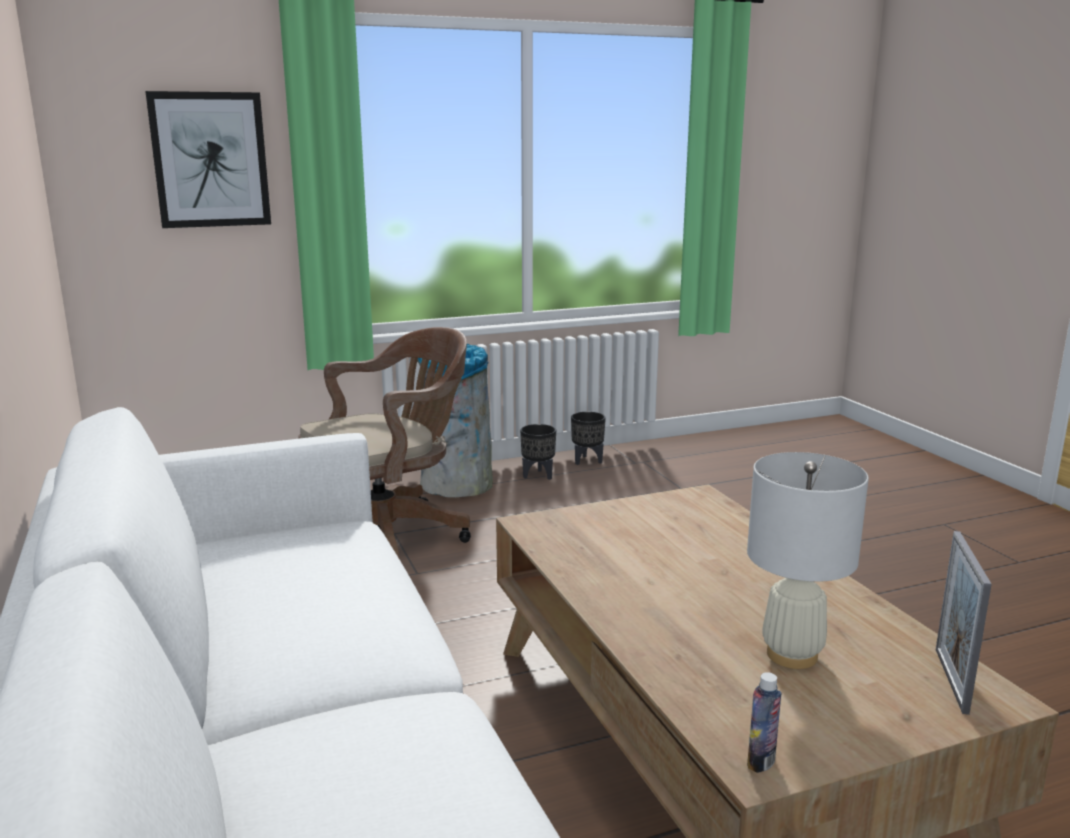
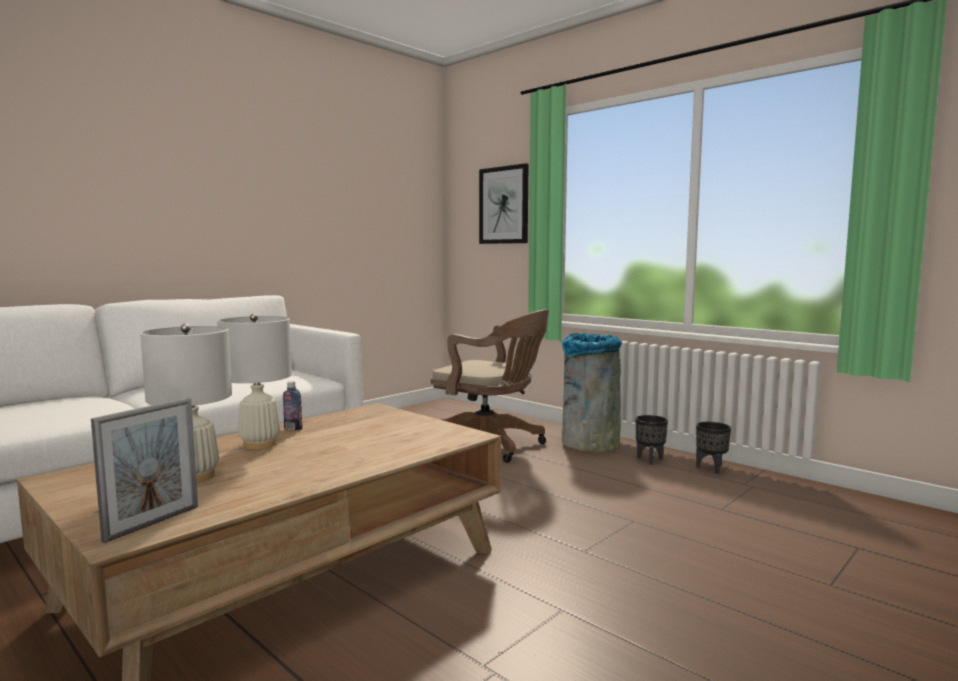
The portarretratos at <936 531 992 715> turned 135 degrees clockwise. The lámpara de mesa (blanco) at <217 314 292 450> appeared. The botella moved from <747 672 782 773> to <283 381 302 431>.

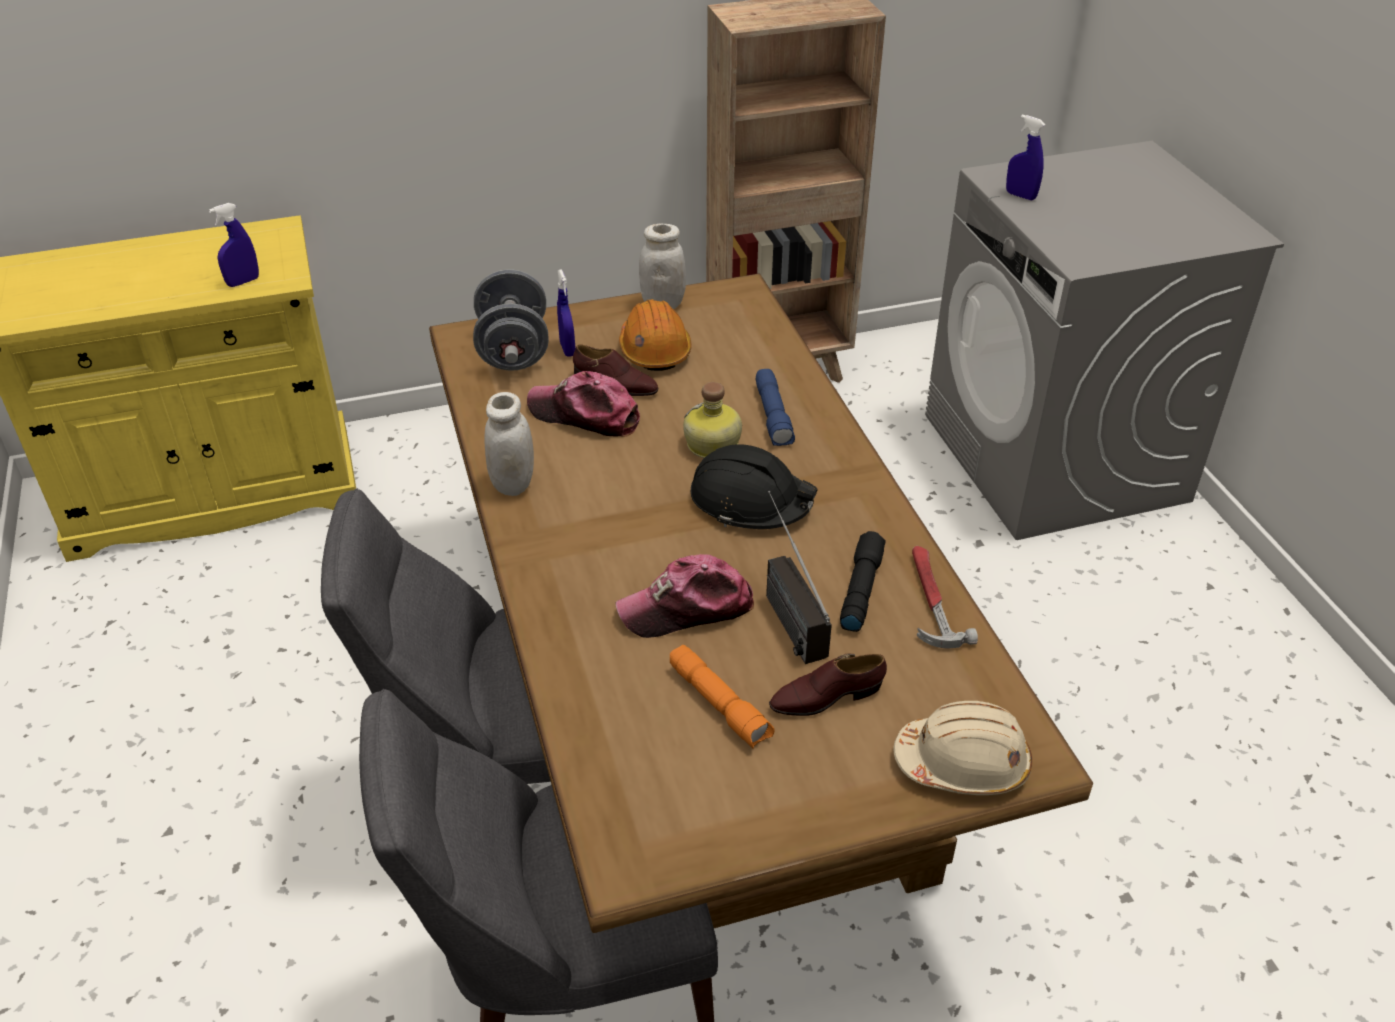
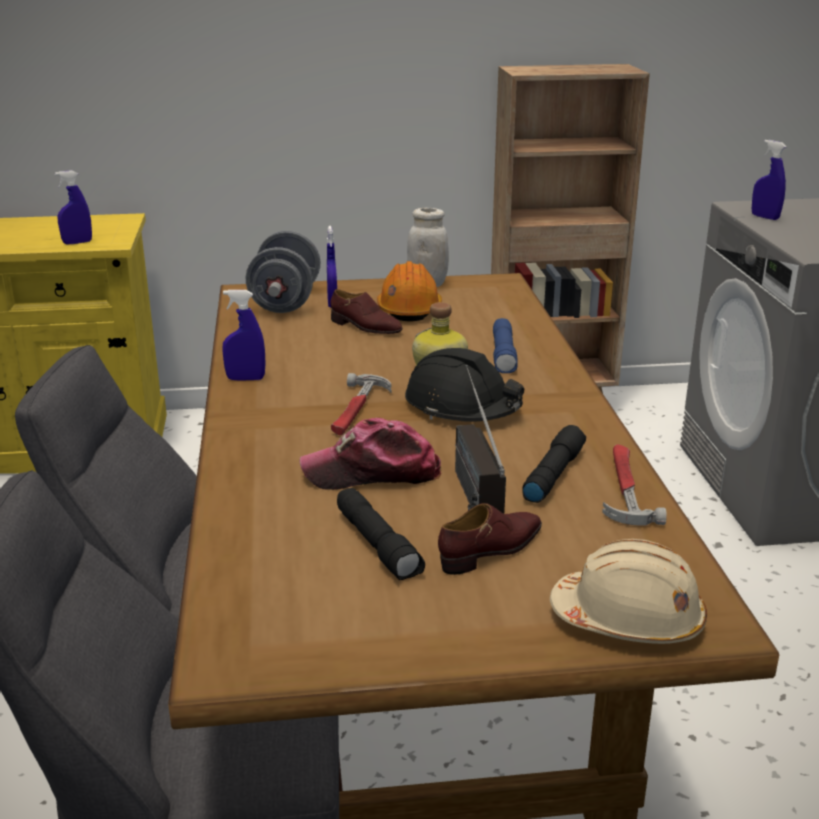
The tarro (blanco) at <484 392 534 496> was replaced by the pulverizador (azul) at <222 290 266 381>. The martillo at <331 373 391 435> appeared. The linterna (naranja) at <670 645 775 748> became the linterna (negro) at <337 488 425 580>. The zapato (marrón) at <769 653 887 716> turned 150 degrees clockwise. The gorra at <527 371 640 436> disappeared.

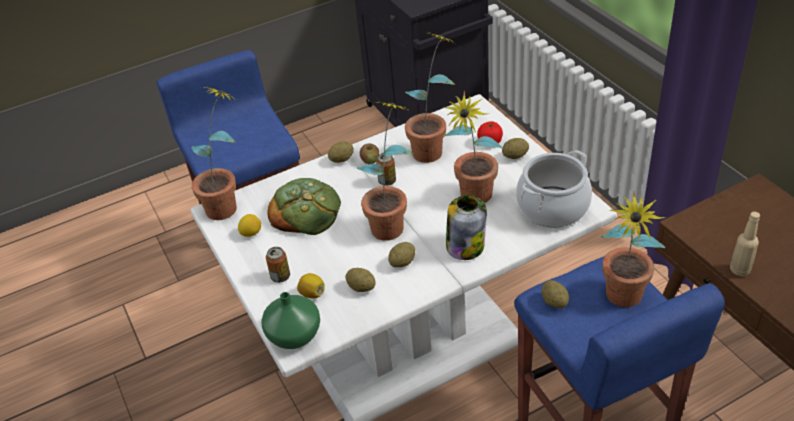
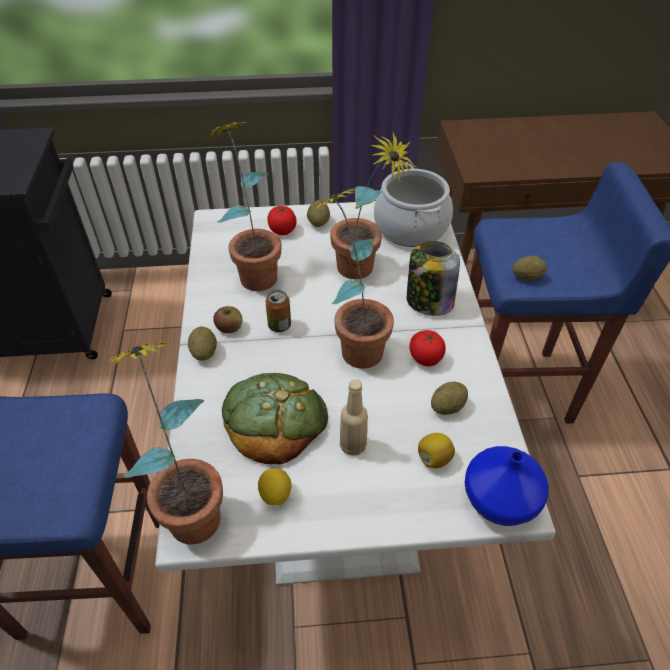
The botella (beis) moved from <730 212 760 276> to <340 380 368 456>. The patata at <388 242 415 267> was replaced by the tomate at <410 330 446 366>. The florero (verde) at <261 292 320 349> became the florero (azul) at <464 446 549 526>. The lata at <266 247 290 283> disappeared. The planta en maceta at <601 191 666 307> disappeared.

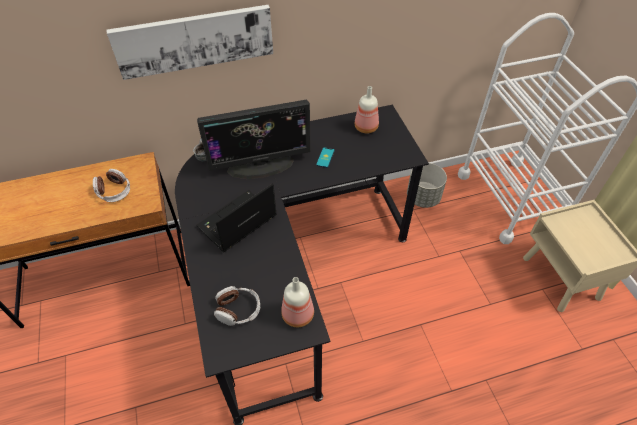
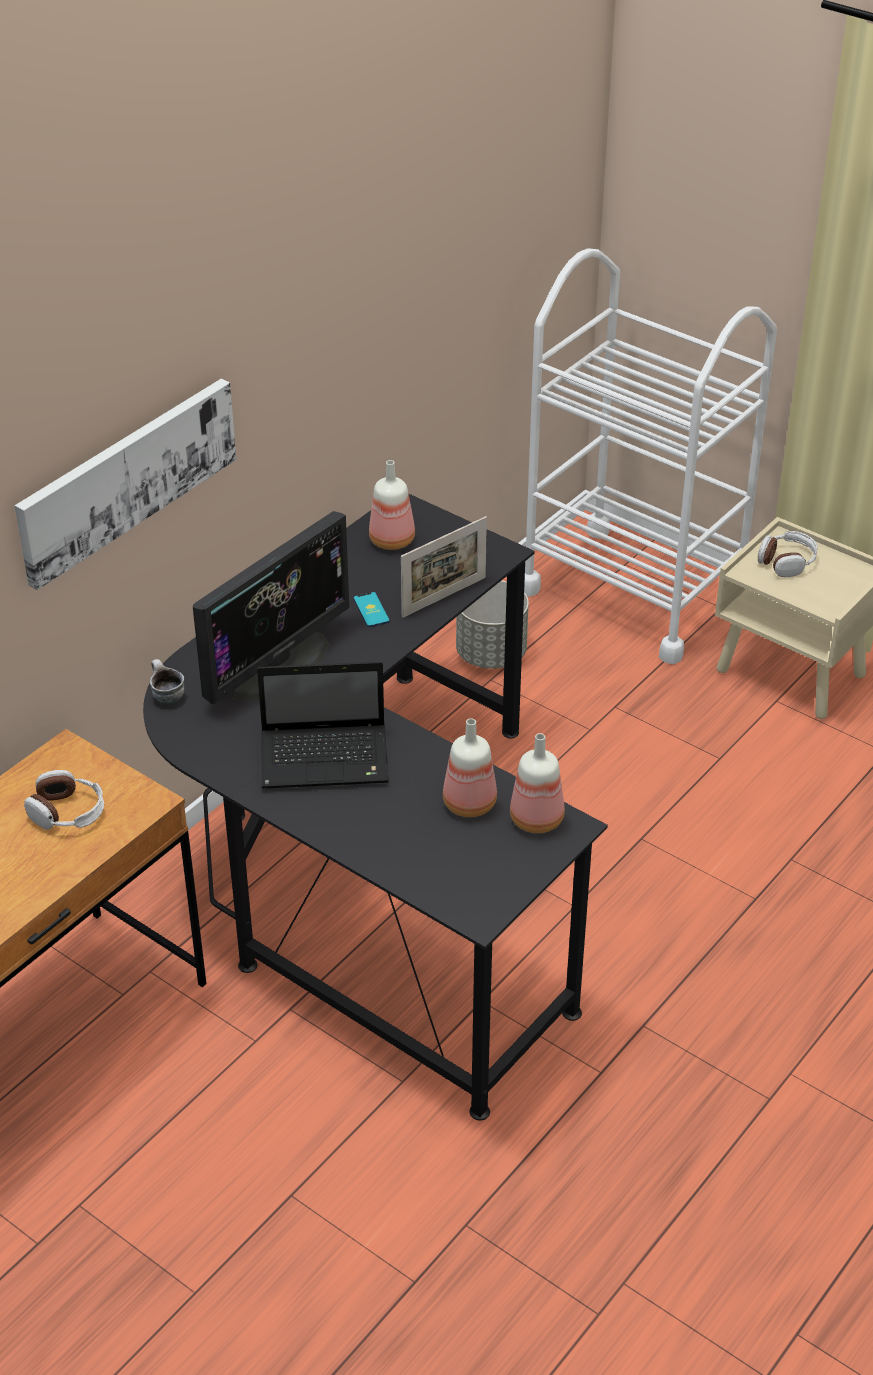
The portátil at <196 184 277 252> turned 105 degrees counterclockwise. The portarretratos at <401 516 487 618> appeared. The botella at <443 718 497 817> appeared. The auriculares moved from <214 286 260 326> to <758 531 818 577>.

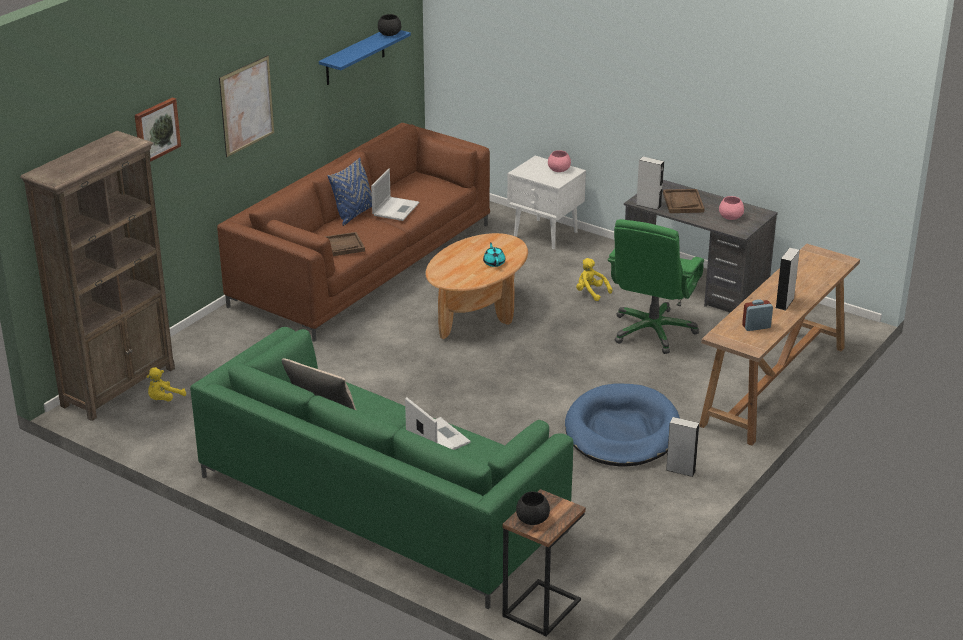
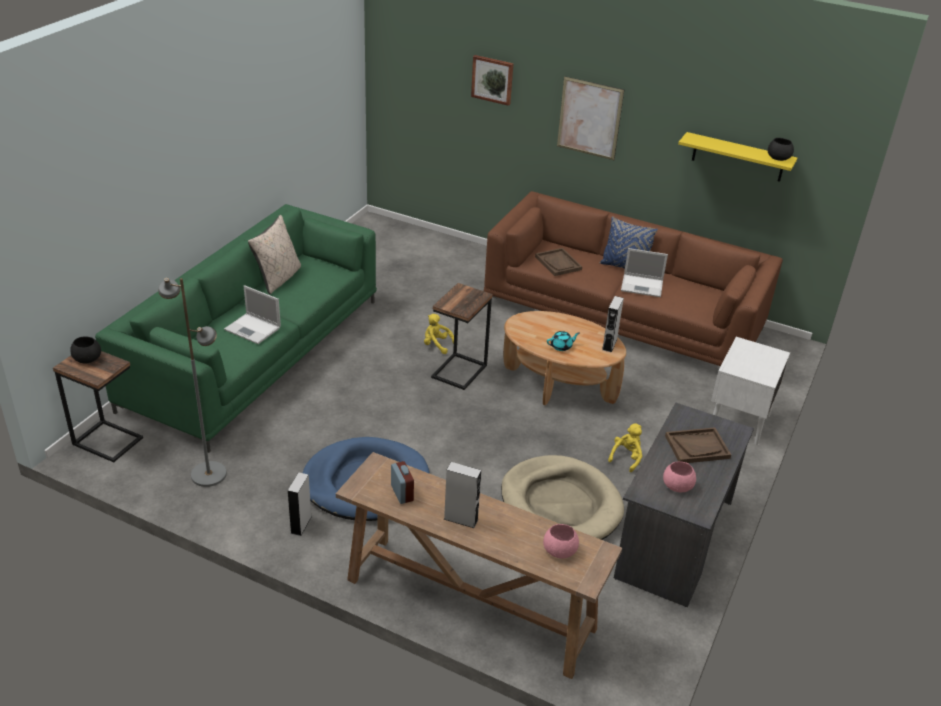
The lámpara de pie (gris) at <158 278 227 487> appeared. The portátil at <405 398 471 450> turned 75 degrees clockwise. The peluche (amarillo) moved from <147 367 186 402> to <424 314 454 354>. The mesa auxiliar at <431 283 493 390> appeared. The silla de oficina (verde) at <608 219 704 354> was replaced by the cama para perro (beis) at <501 455 624 540>. The cuenco (rosa) moved from <548 150 571 172> to <543 524 579 558>. The altavoz (gris) moved from <636 157 664 210> to <602 296 624 352>. The estante (azul) at <319 30 411 85> became the estante (amarillo) at <678 132 797 182>. The estantería (marrón) at <20 131 175 421> disappeared.

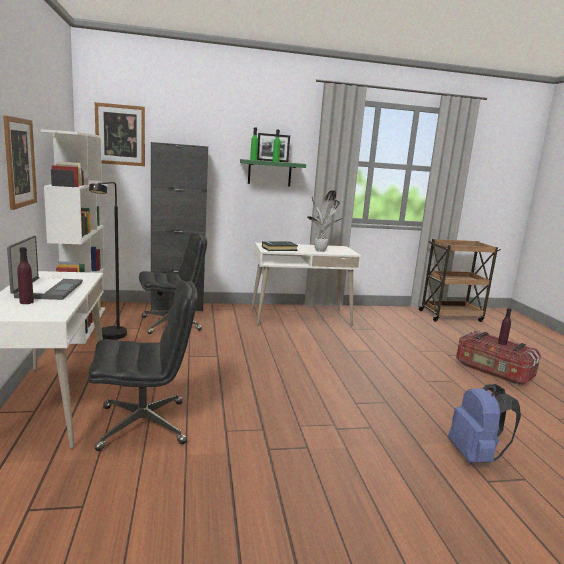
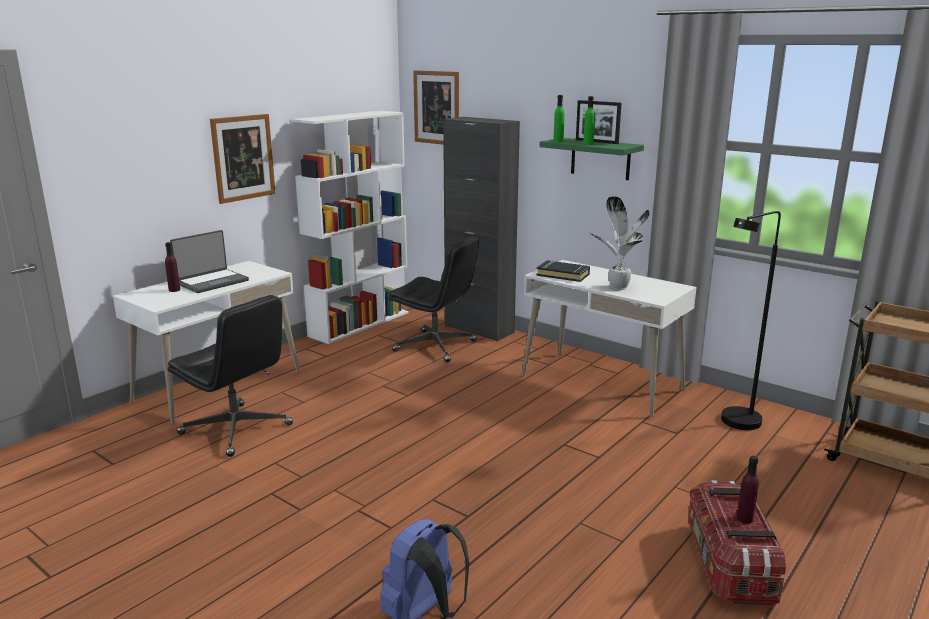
The lámpara de pie (negro) moved from <89 182 127 340> to <721 211 781 430>.

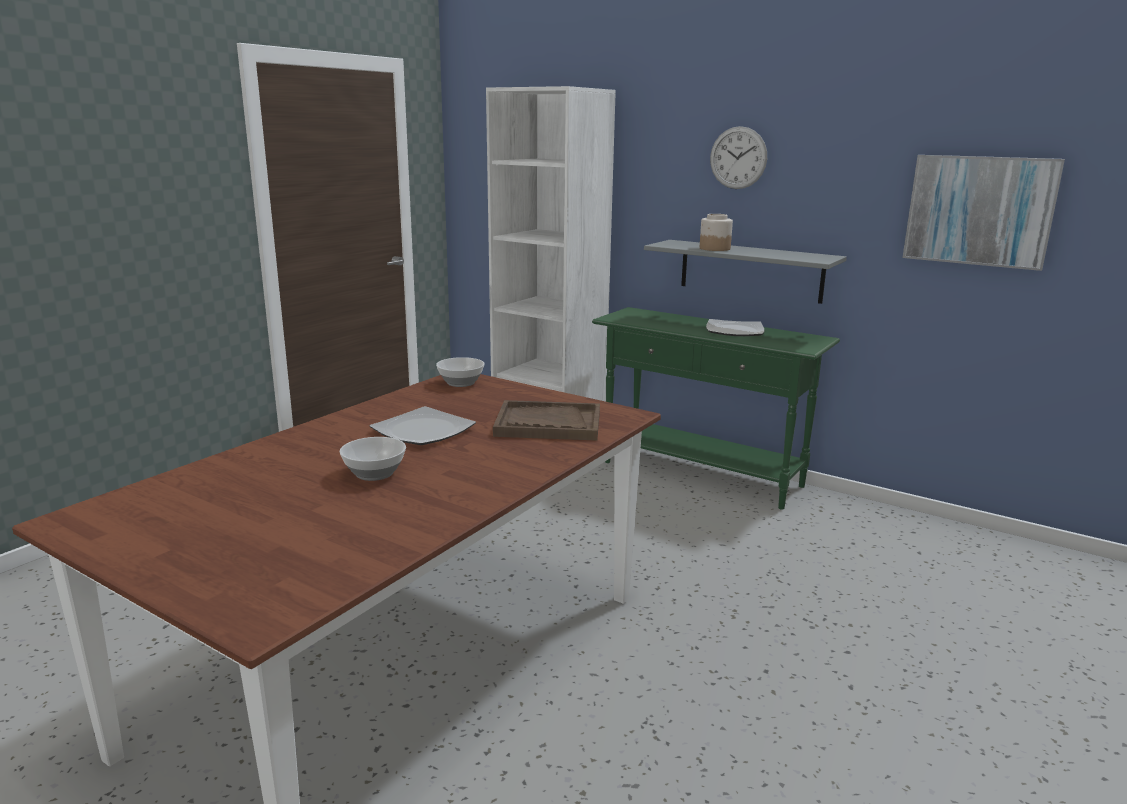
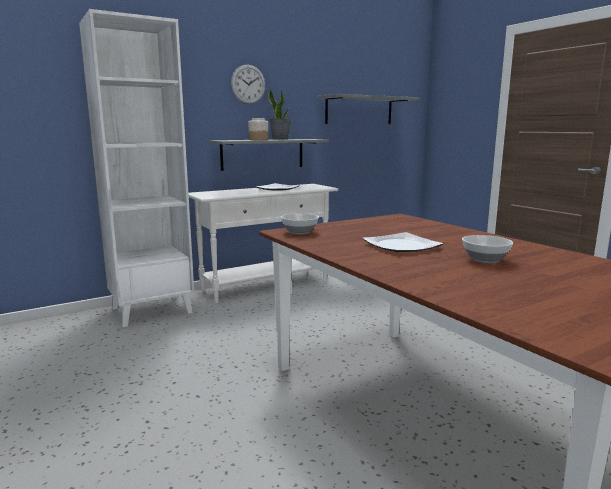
The mesa consola (verde) at <592 307 840 510> became the mesa consola (blanco) at <188 184 338 303>. The planta en maceta at <268 89 291 140> appeared. The cuadro at <903 155 1065 271> was replaced by the estante (gris) at <317 94 419 124>. The bandeja (marrón) at <493 400 600 441> disappeared.

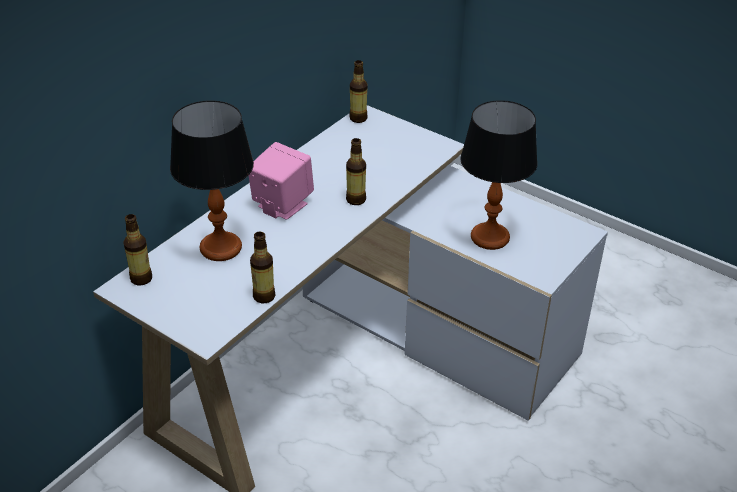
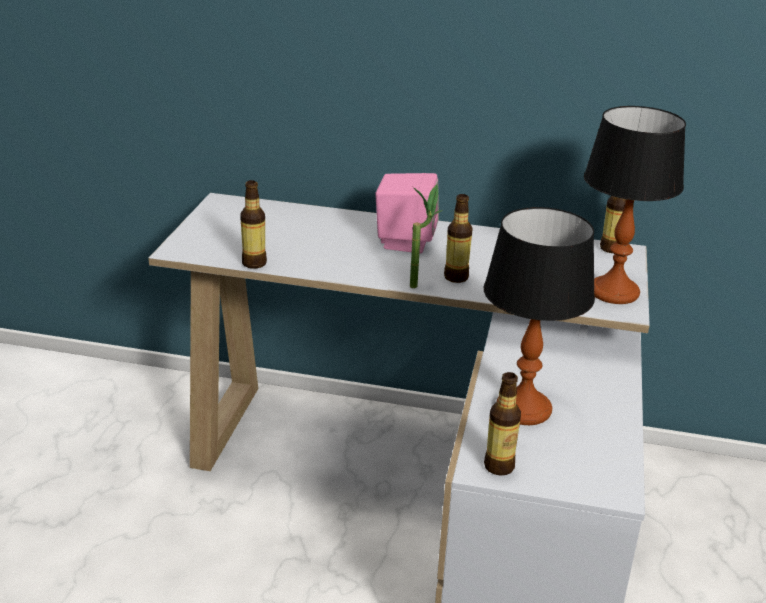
The planta en maceta at <410 184 443 288> appeared. The botella moved from <123 214 152 285> to <484 372 521 476>. The lámpara de mesa moved from <170 100 254 261> to <584 106 686 304>.

